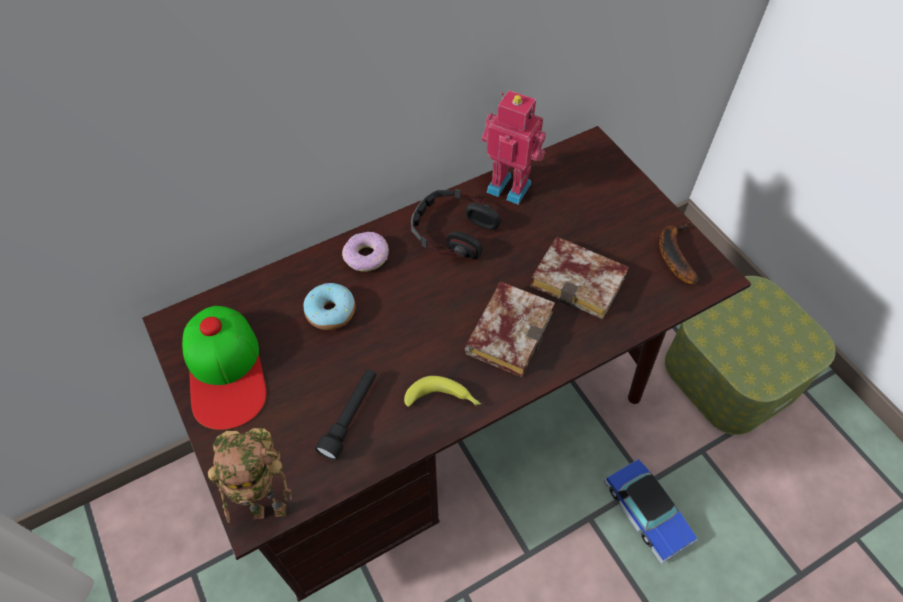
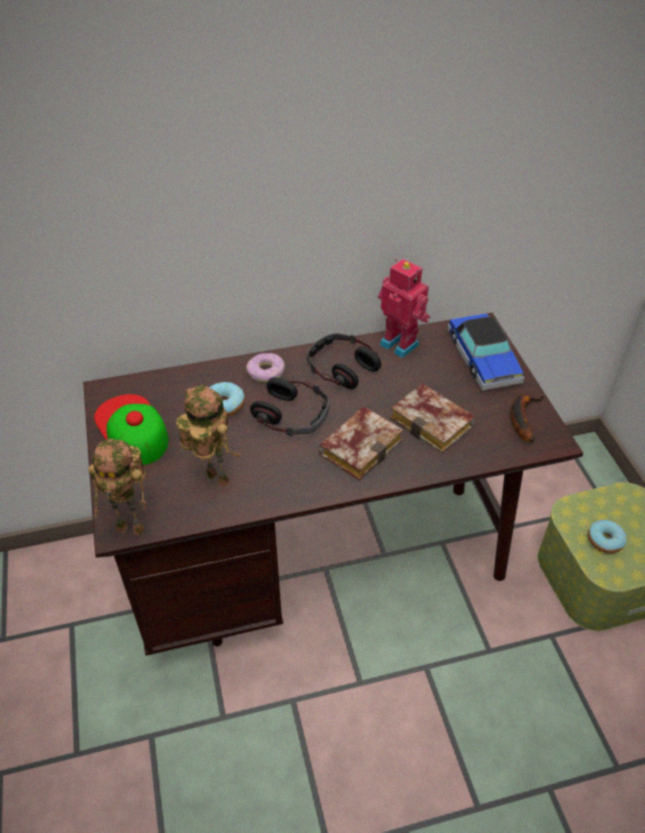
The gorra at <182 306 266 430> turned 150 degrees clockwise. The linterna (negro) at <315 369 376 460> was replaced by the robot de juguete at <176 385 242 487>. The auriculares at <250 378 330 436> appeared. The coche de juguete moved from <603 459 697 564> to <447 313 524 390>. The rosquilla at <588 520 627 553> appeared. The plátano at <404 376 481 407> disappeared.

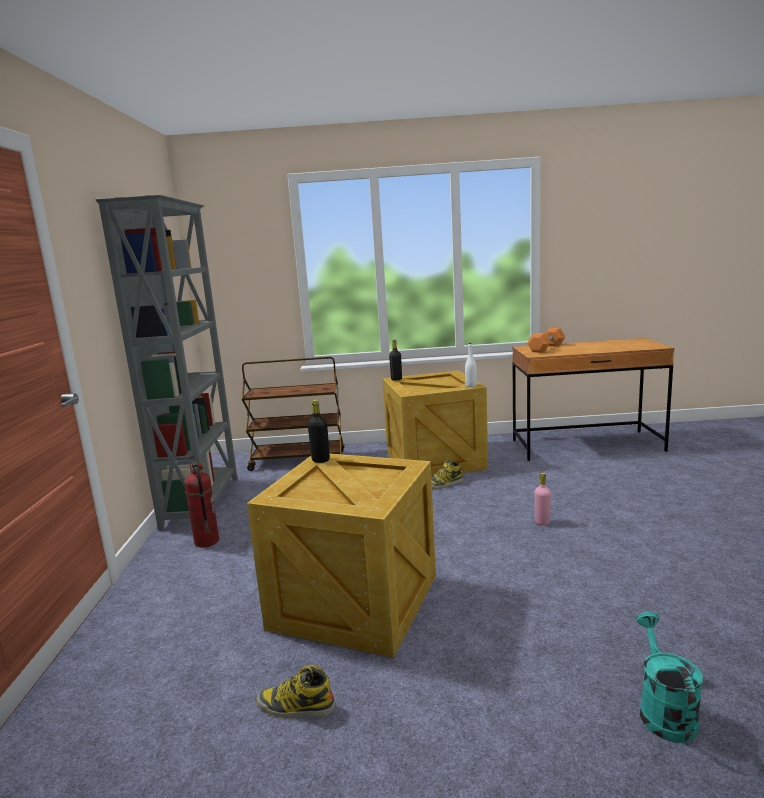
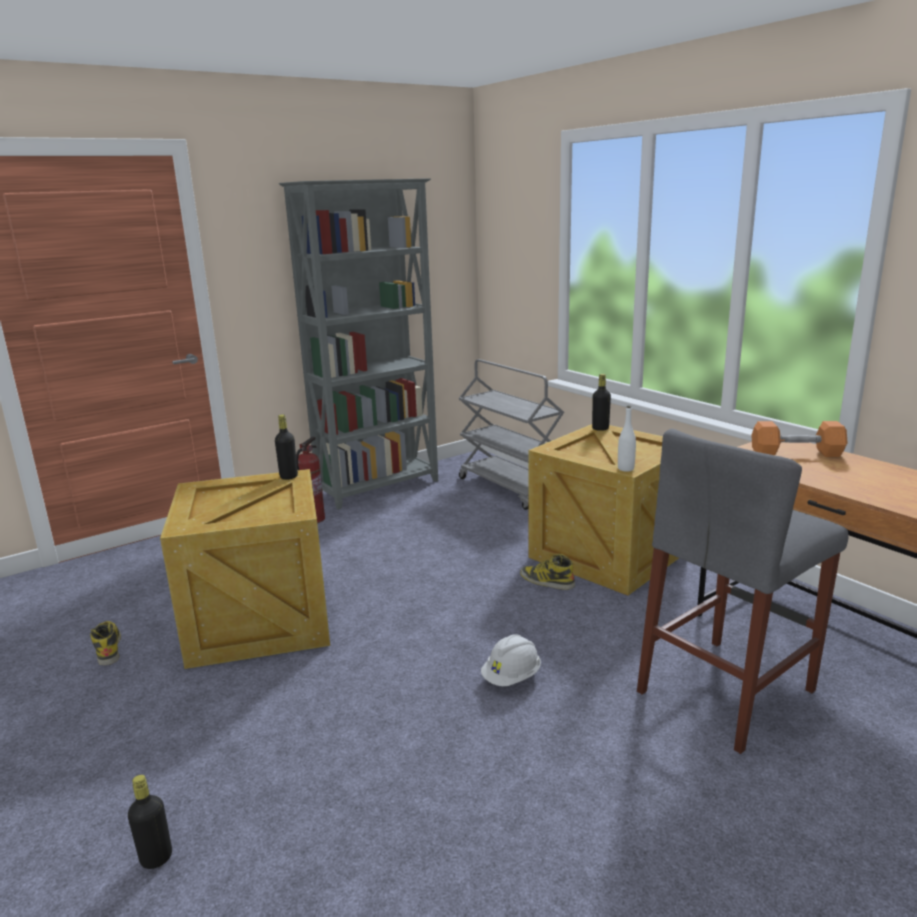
The regadera (turquesa) at <636 612 703 743> was replaced by the botella (negro) at <128 775 172 869>. The carrito (marrón) at <241 357 344 471> became the carrito (gris) at <458 359 564 510>. The botella (rosa) at <534 472 551 525> was replaced by the casco (blanco) at <481 634 541 686>. The taburete (gris) at <637 429 849 754> appeared.

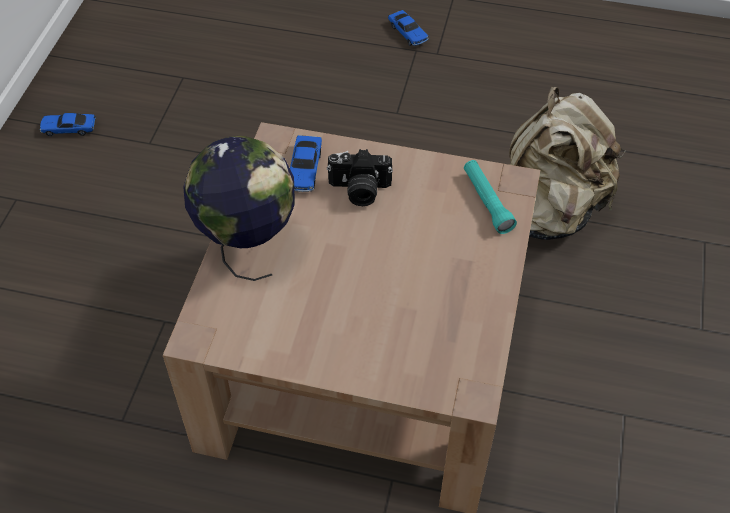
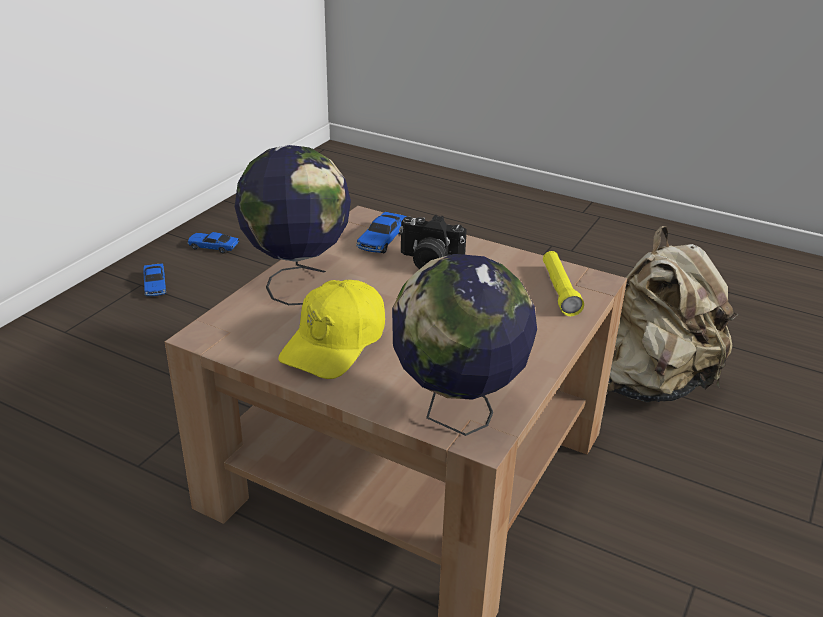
The coche de juguete moved from <388 10 429 46> to <143 263 167 296>. The gorra (amarillo) at <278 280 385 379> appeared. The globo terráqueo at <392 254 537 436> appeared. The linterna (turquesa) at <464 160 517 234> became the linterna (amarillo) at <543 251 584 316>.

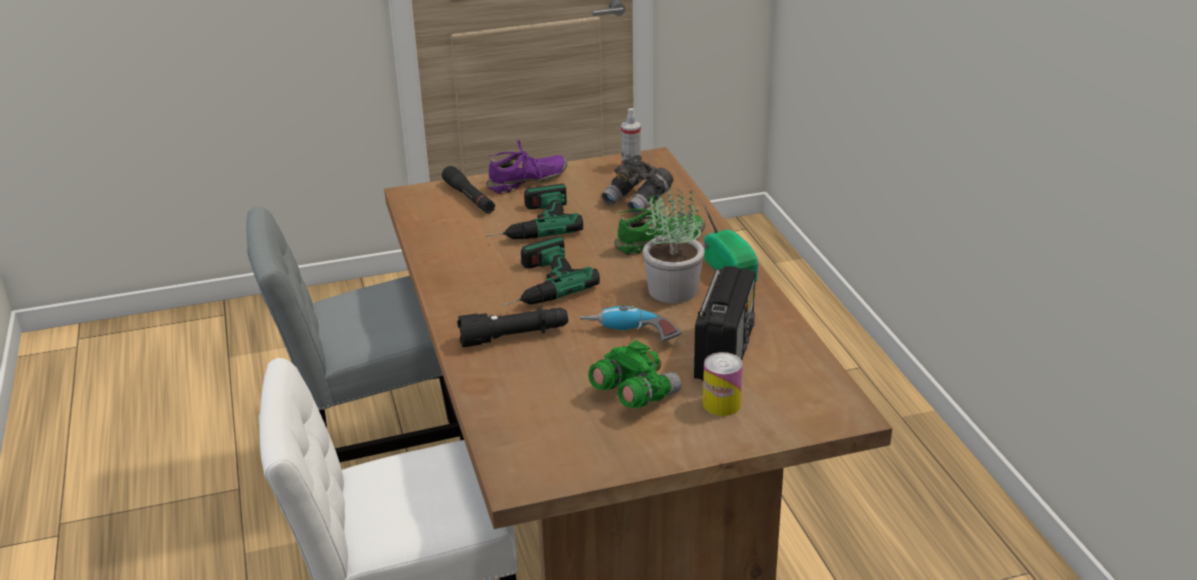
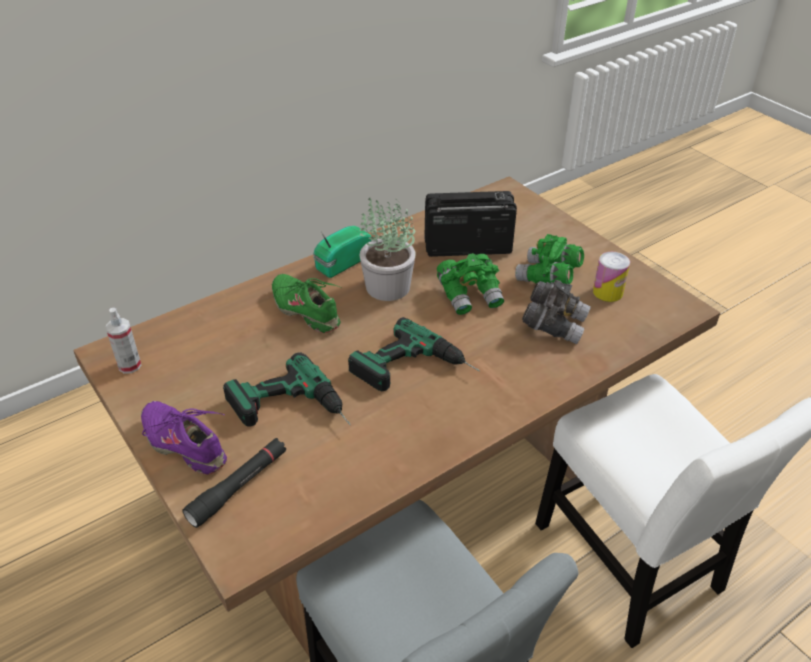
The taladro at <580 305 681 342> was replaced by the prismáticos (verde) at <437 253 504 315>. The prismáticos (gris) moved from <602 155 673 215> to <522 280 591 344>. The lata moved from <703 352 743 416> to <593 252 630 302>. The linterna (negro) at <457 306 568 347> disappeared.

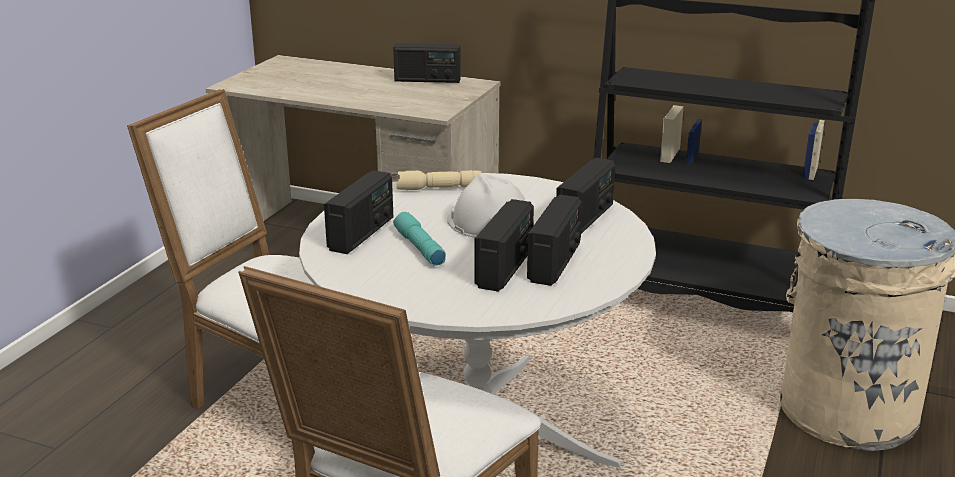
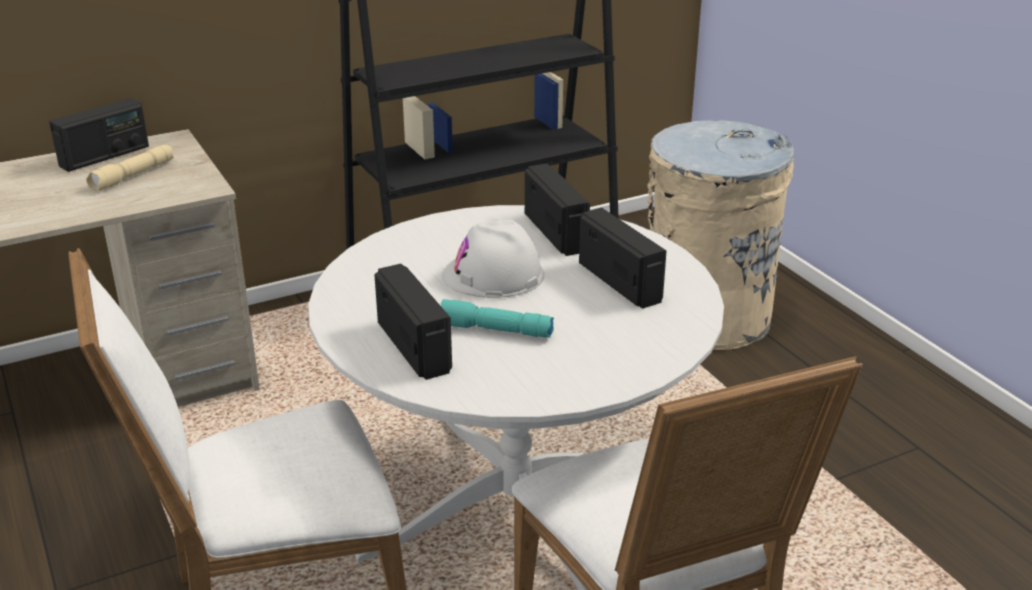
The linterna (beis) moved from <396 170 482 190> to <86 144 174 191>. The radio at <475 199 534 292> disappeared.

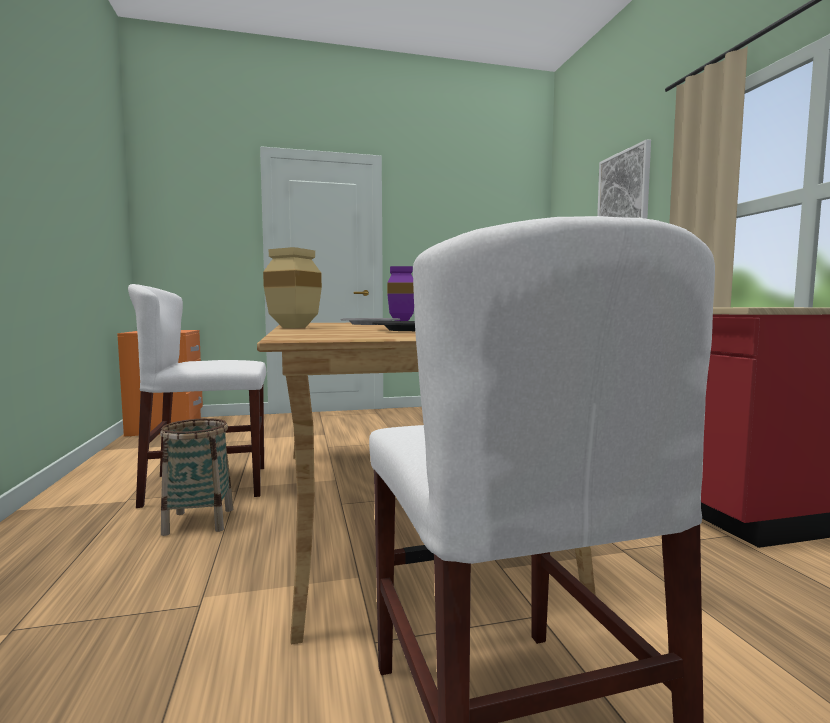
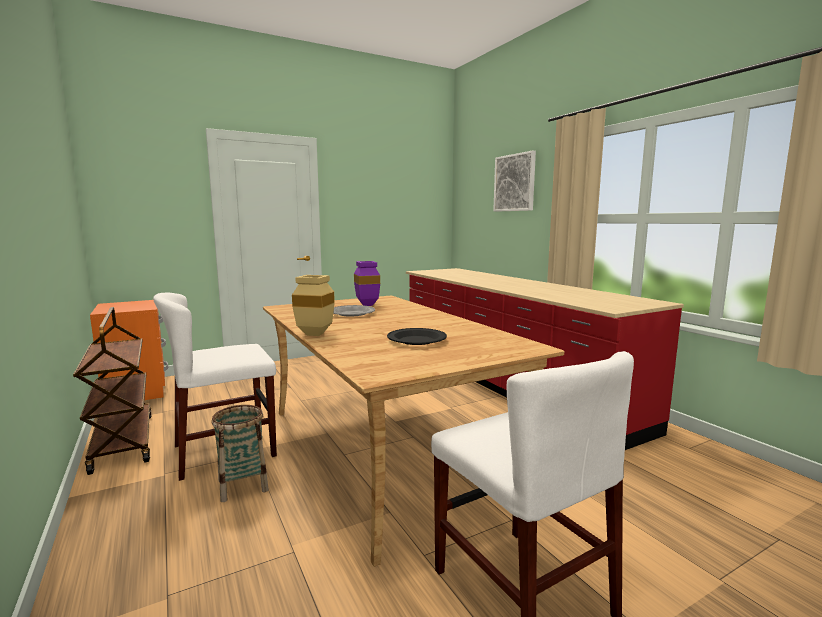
The carrito (marrón) at <73 307 152 475> appeared.

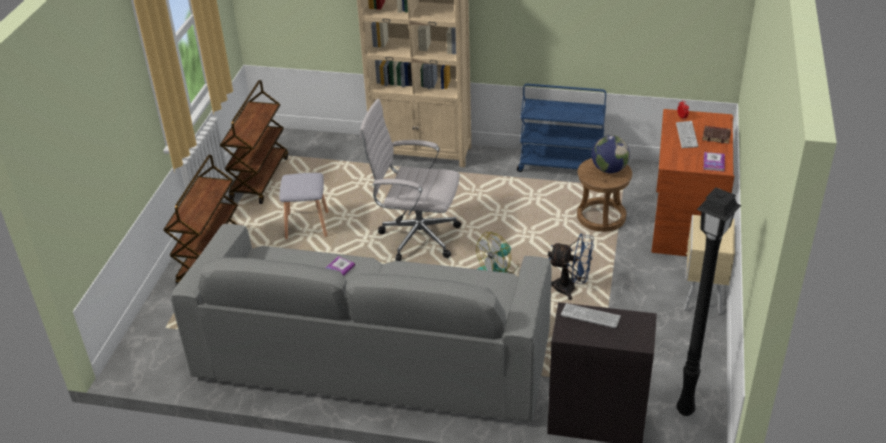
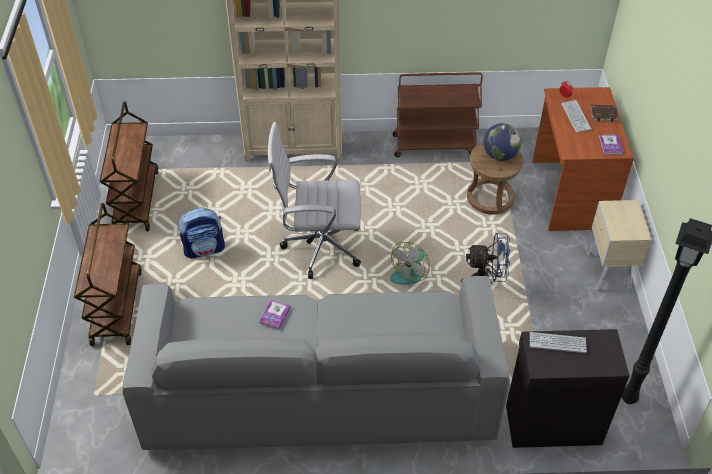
The taburete (gris) at <280 173 328 239> was replaced by the mochila at <179 208 225 258>. The carrito (azul) at <517 84 606 172> became the carrito (marrón) at <393 72 483 157>.

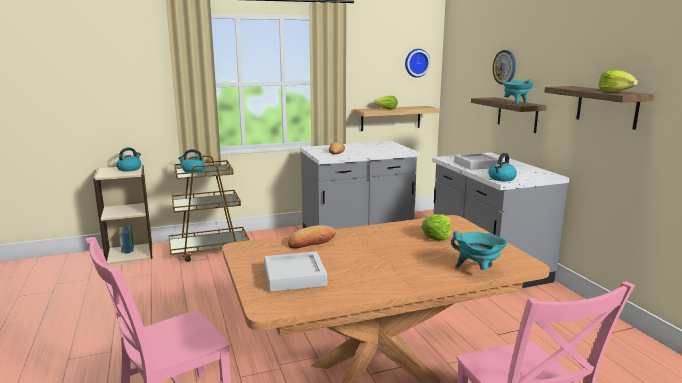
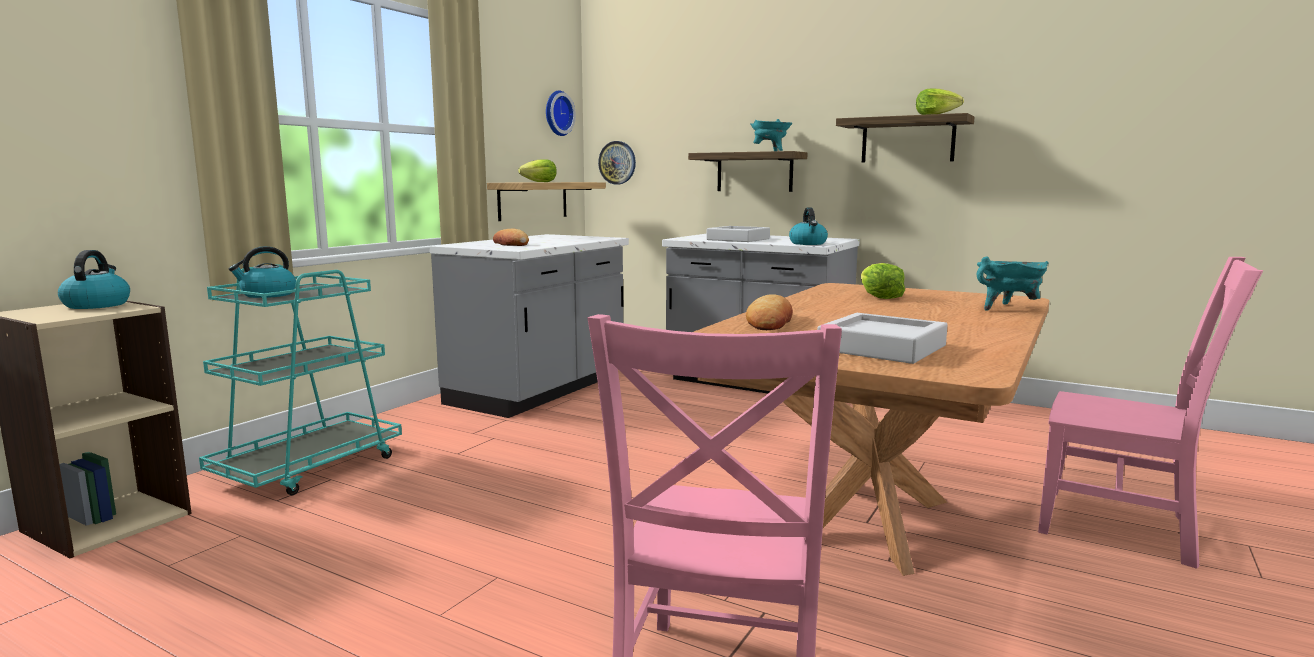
The carrito (marrón) at <169 155 250 262> became the carrito (turquesa) at <199 264 402 495>. The reloj de pared moved from <492 50 516 85> to <598 141 636 184>.

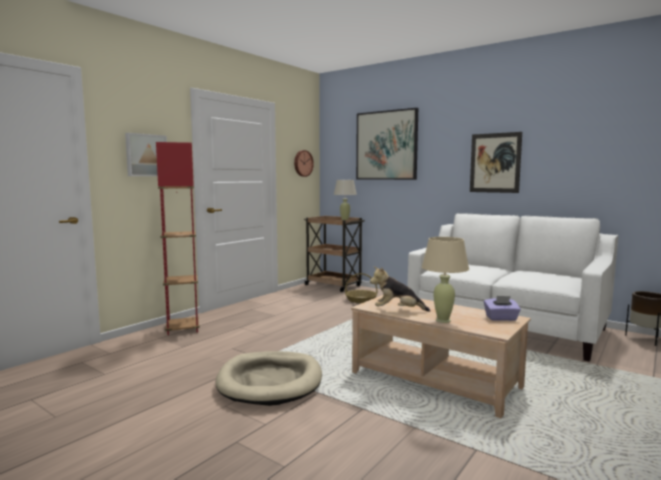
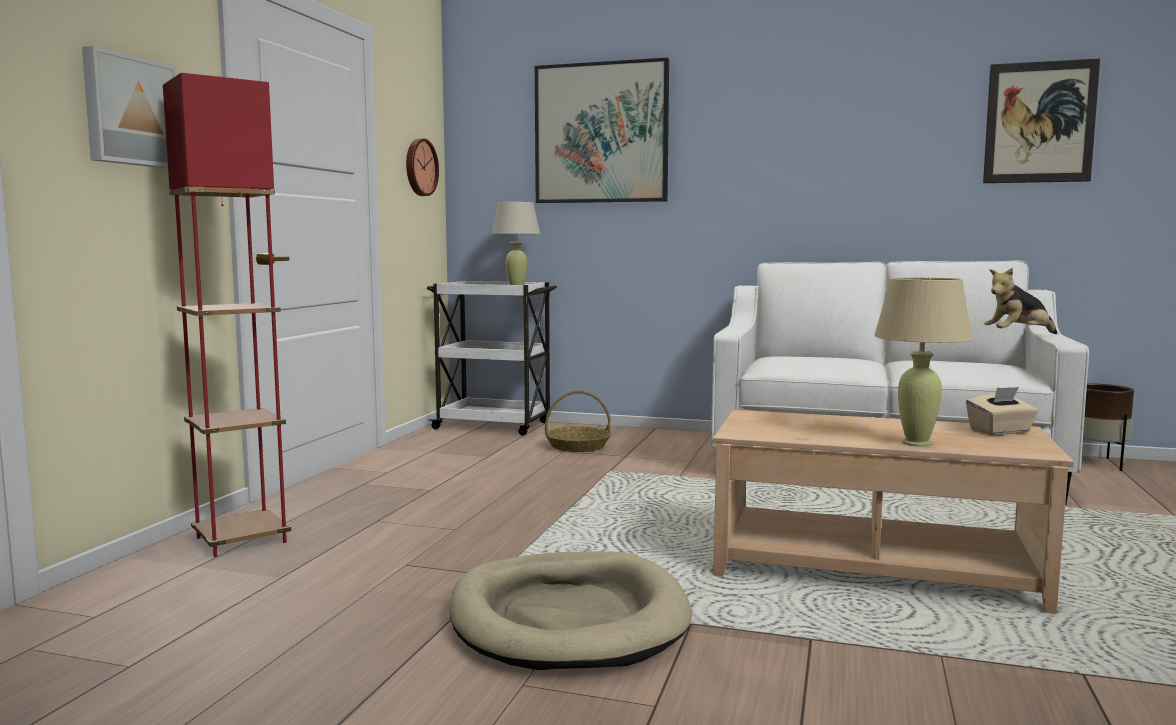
The carrito (marrón) at <304 216 365 292> became the carrito (blanco) at <427 281 557 435>. The caja de pañuelos (morado) at <484 296 521 321> became the caja de pañuelos (beis) at <966 387 1038 435>. The cuadro moved from <470 132 522 193> to <983 58 1100 183>. The peluche moved from <370 266 430 312> to <984 268 1057 334>.

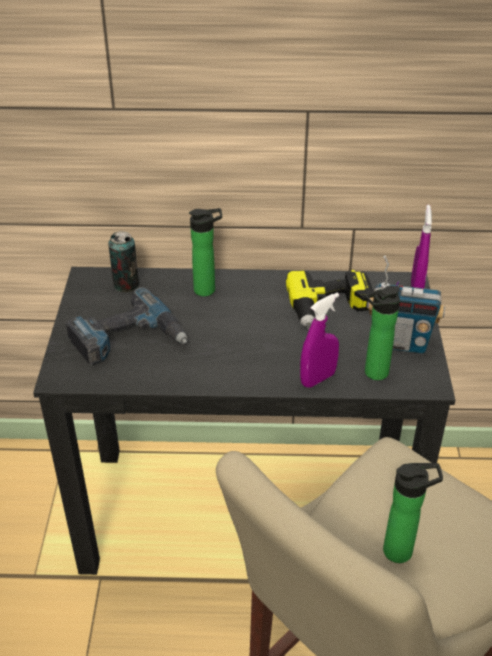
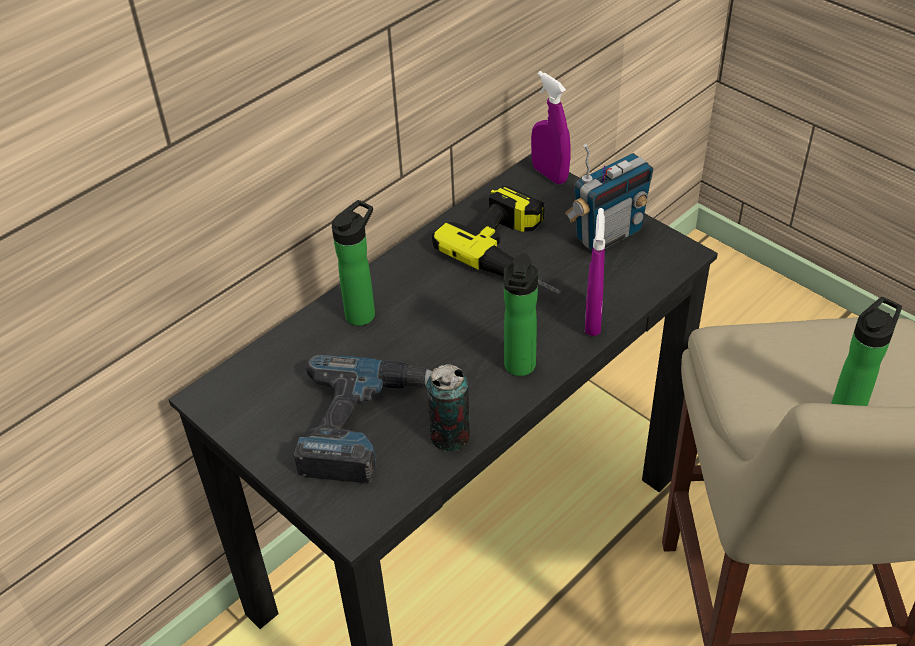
The lata moved from <108 231 139 292> to <426 364 470 451>. The botella moved from <364 286 400 380> to <504 253 538 376>.

